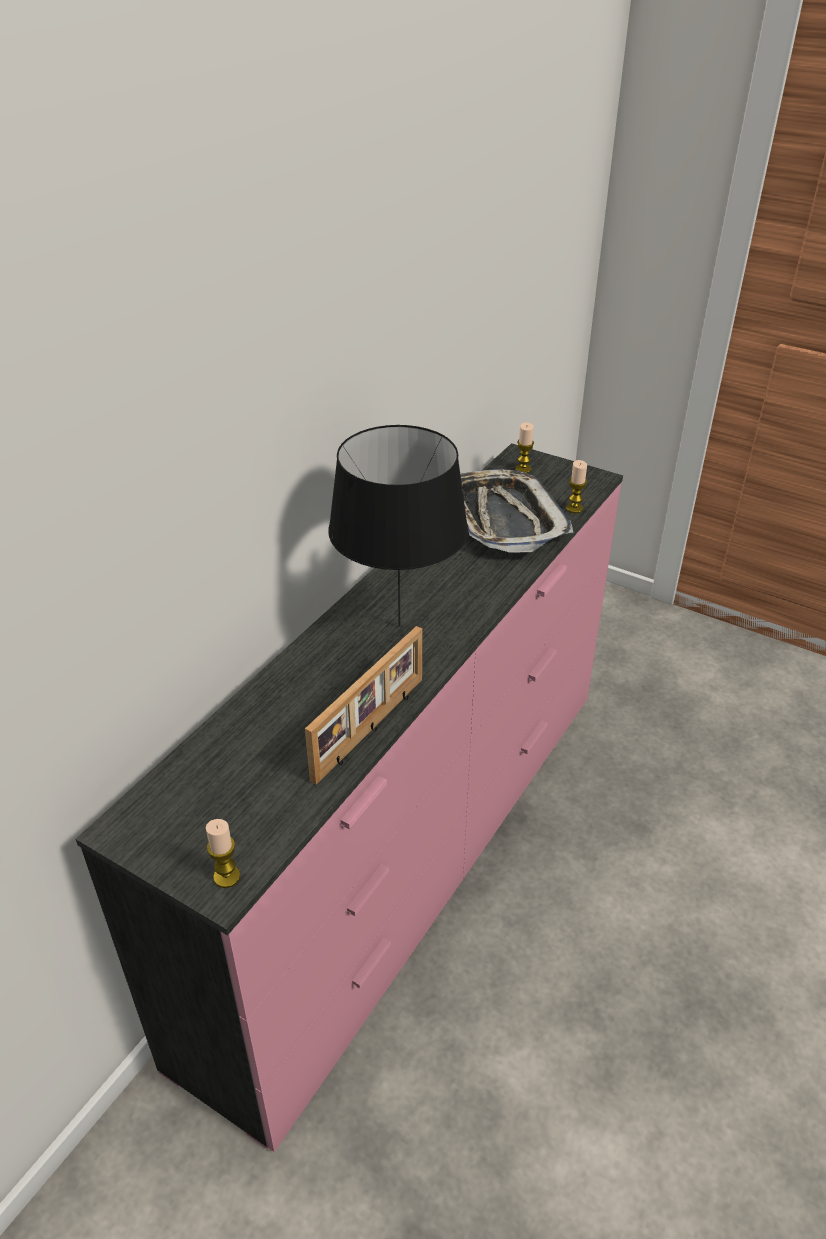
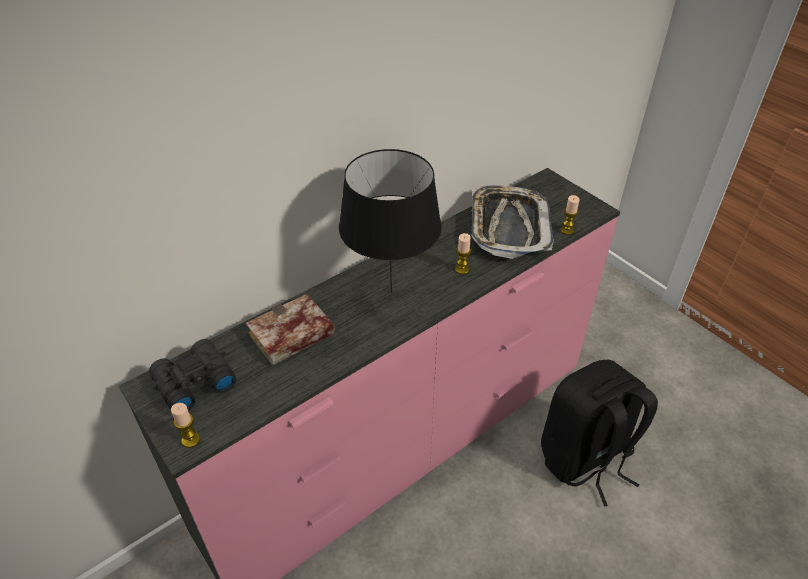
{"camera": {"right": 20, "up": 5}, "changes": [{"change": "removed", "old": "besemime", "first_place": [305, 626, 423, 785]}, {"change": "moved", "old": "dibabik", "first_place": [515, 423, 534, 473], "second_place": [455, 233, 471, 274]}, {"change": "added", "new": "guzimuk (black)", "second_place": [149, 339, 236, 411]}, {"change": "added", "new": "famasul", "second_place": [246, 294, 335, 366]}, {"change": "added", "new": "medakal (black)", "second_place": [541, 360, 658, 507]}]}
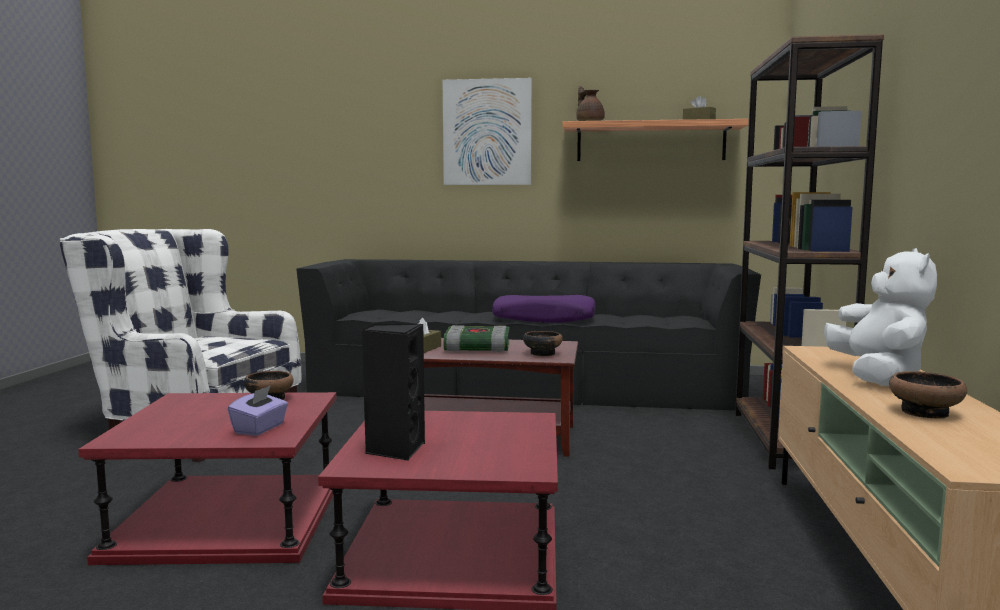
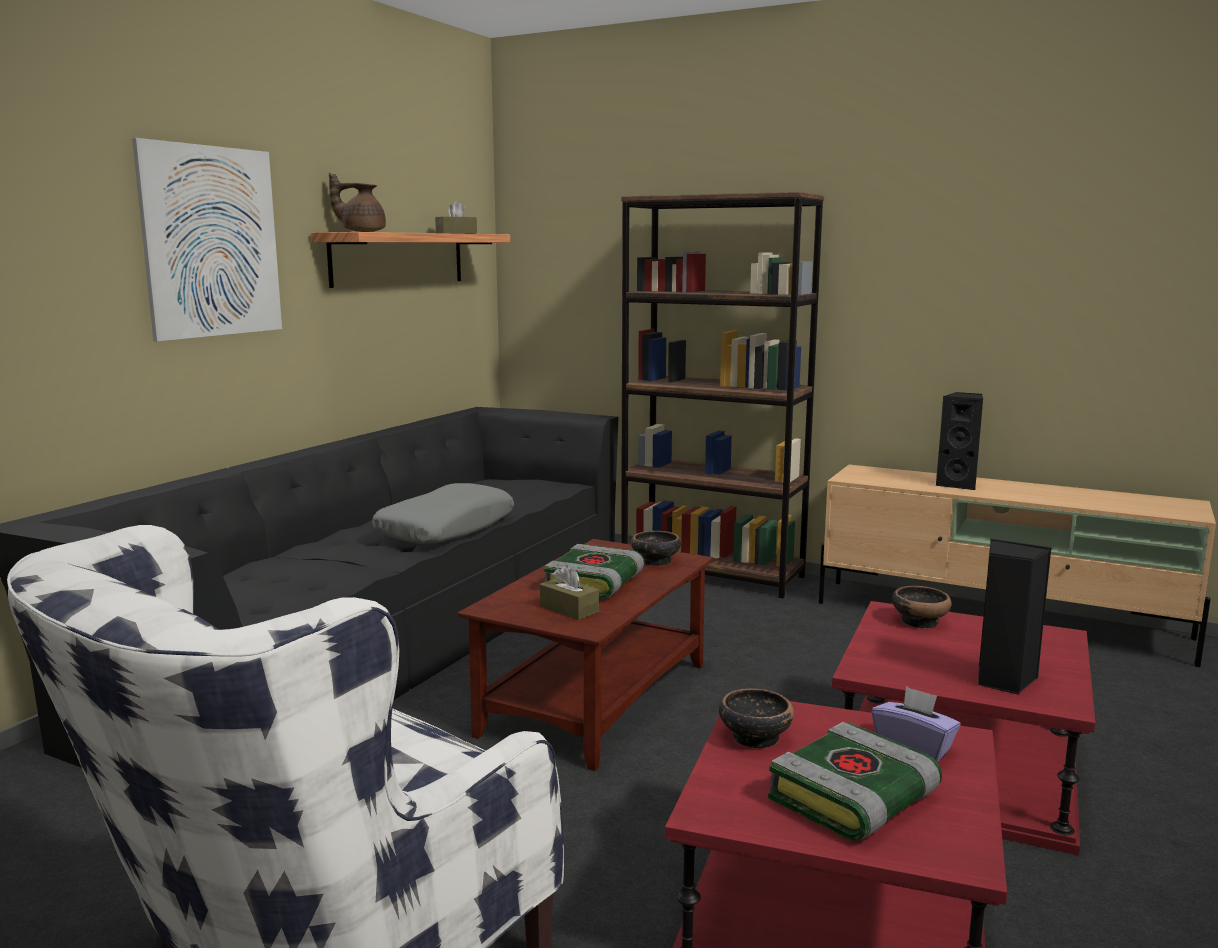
{"camera": {"right": -70, "up": 5}, "changes": [{"change": "recoloured", "old": "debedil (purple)", "new": "debedil (grey)", "first_place": [492, 295, 596, 323], "second_place": [372, 483, 514, 544]}, {"change": "replaced", "old": "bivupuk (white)", "new": "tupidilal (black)", "first_place": [824, 248, 937, 386], "second_place": [936, 392, 983, 490]}, {"change": "moved", "old": "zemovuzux", "first_place": [889, 371, 967, 419], "second_place": [892, 586, 952, 629]}, {"change": "added", "new": "famasul", "second_place": [768, 722, 942, 841]}]}
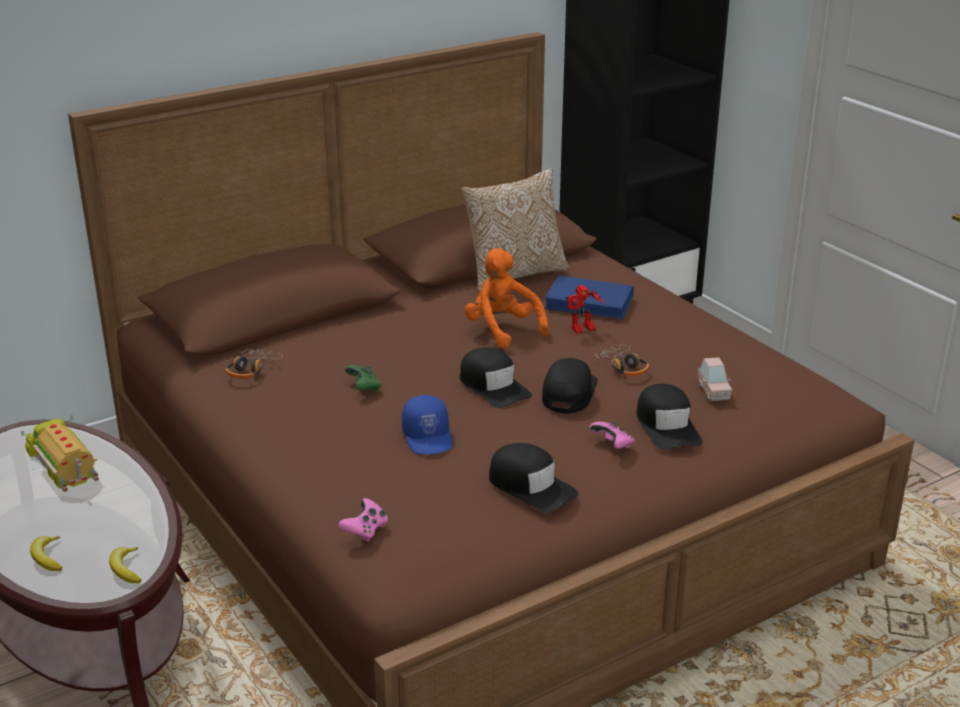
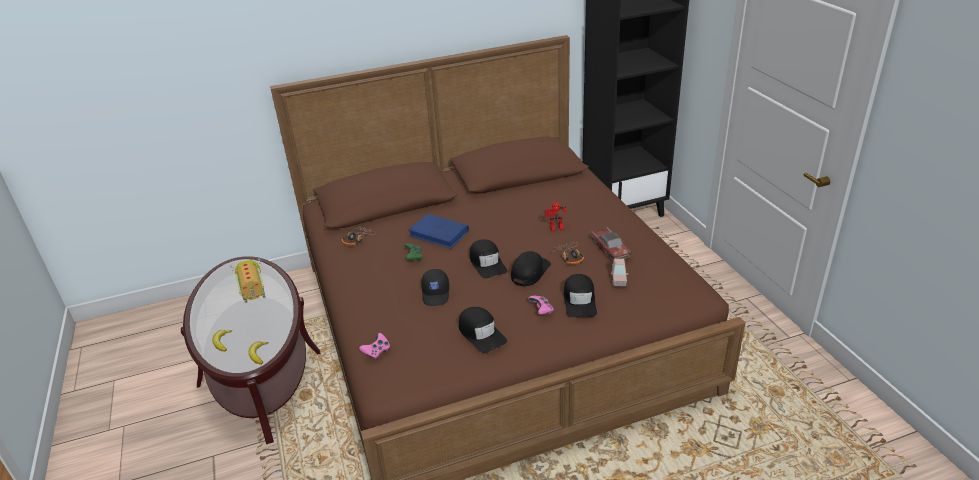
{"camera": {"right": 15, "up": 5}, "changes": [{"change": "recoloured", "old": "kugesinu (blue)", "new": "kugesinu (black)", "first_place": [402, 395, 452, 454], "second_place": [421, 269, 449, 306]}, {"change": "removed", "old": "debedil", "first_place": [462, 168, 569, 292]}, {"change": "removed", "old": "bivupuk (orange)", "first_place": [464, 248, 549, 349]}, {"change": "moved", "old": "famasul (blue)", "first_place": [544, 276, 634, 320], "second_place": [408, 214, 469, 249]}, {"change": "added", "new": "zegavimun", "second_place": [591, 227, 632, 262]}]}
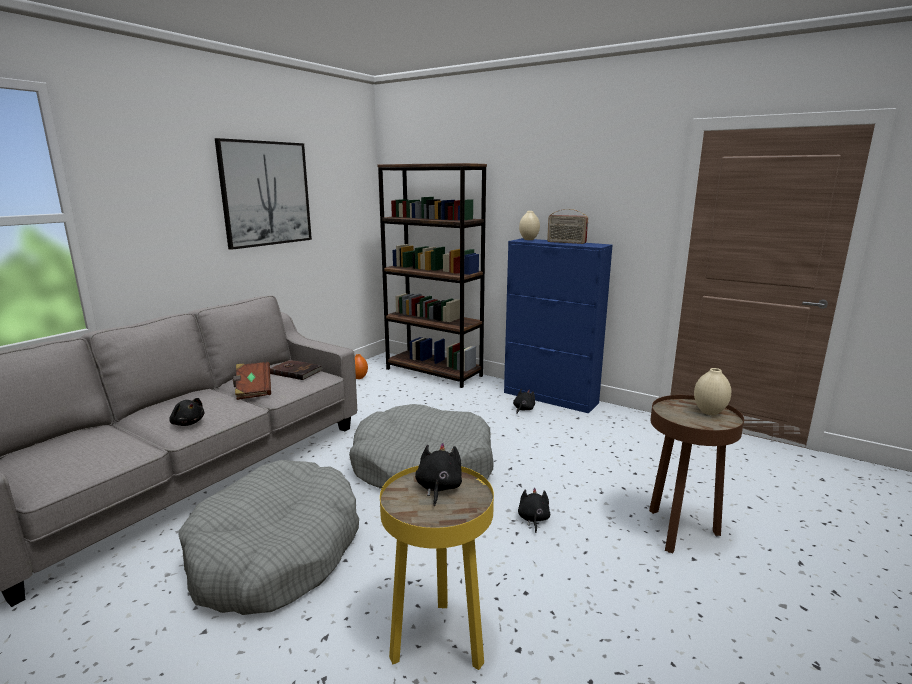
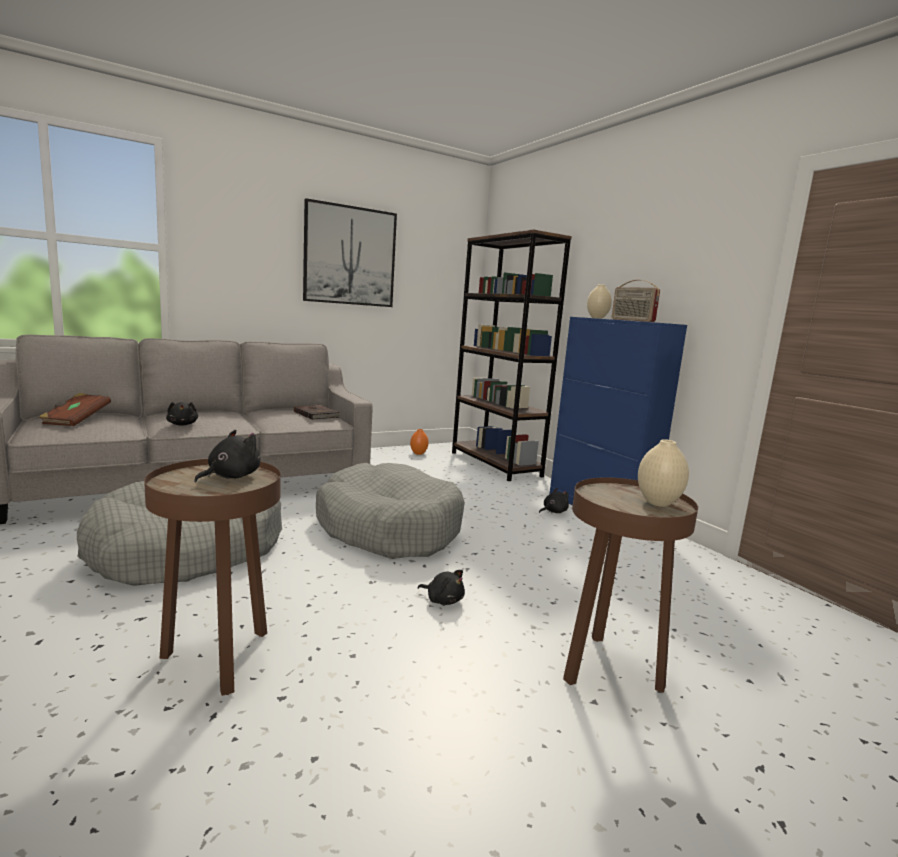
{"camera": {"right": 25, "up": -5}, "changes": [{"change": "moved", "old": "famasul (brown)", "first_place": [233, 362, 271, 400], "second_place": [39, 393, 111, 426]}, {"change": "recoloured", "old": "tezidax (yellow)", "new": "tezidax (brown)", "first_place": [380, 466, 494, 670], "second_place": [144, 459, 281, 696]}, {"change": "turned", "old": "bivupuk (black)", "first_place": [518, 488, 550, 533], "second_place": [418, 570, 465, 605], "degrees": 90}]}
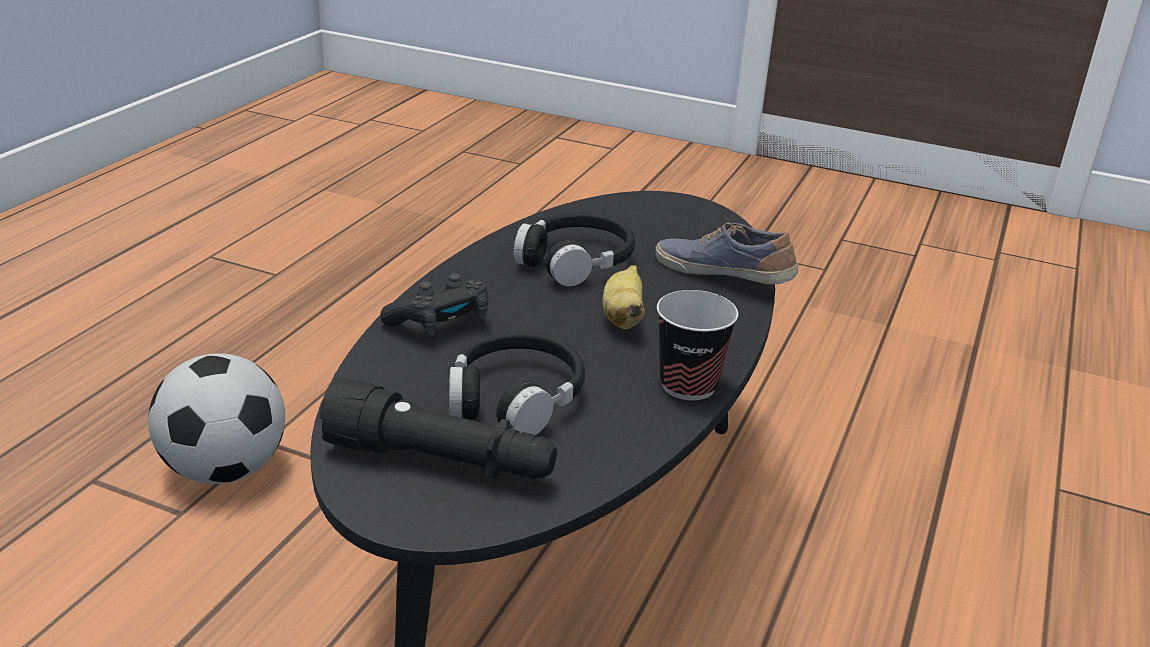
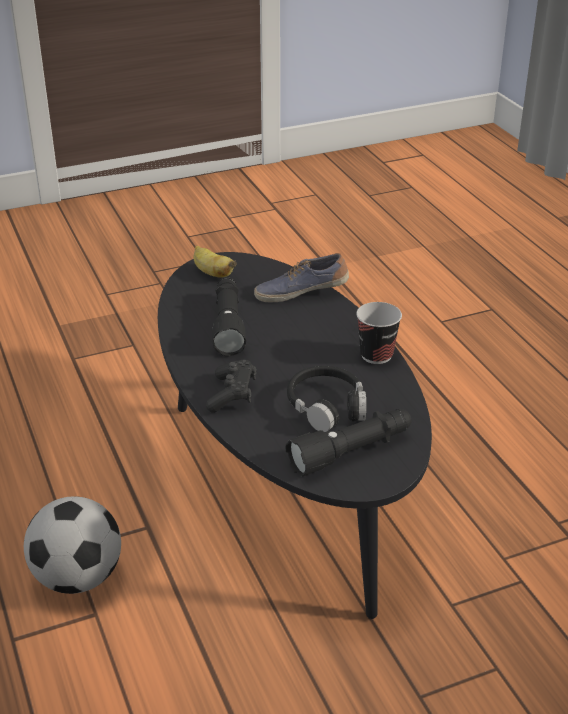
{"camera": {"right": -45, "up": 5}, "changes": [{"change": "replaced", "old": "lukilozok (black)", "new": "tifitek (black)", "first_place": [514, 212, 635, 287], "second_place": [212, 277, 246, 356]}, {"change": "moved", "old": "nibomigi", "first_place": [602, 265, 645, 329], "second_place": [193, 245, 237, 278]}]}
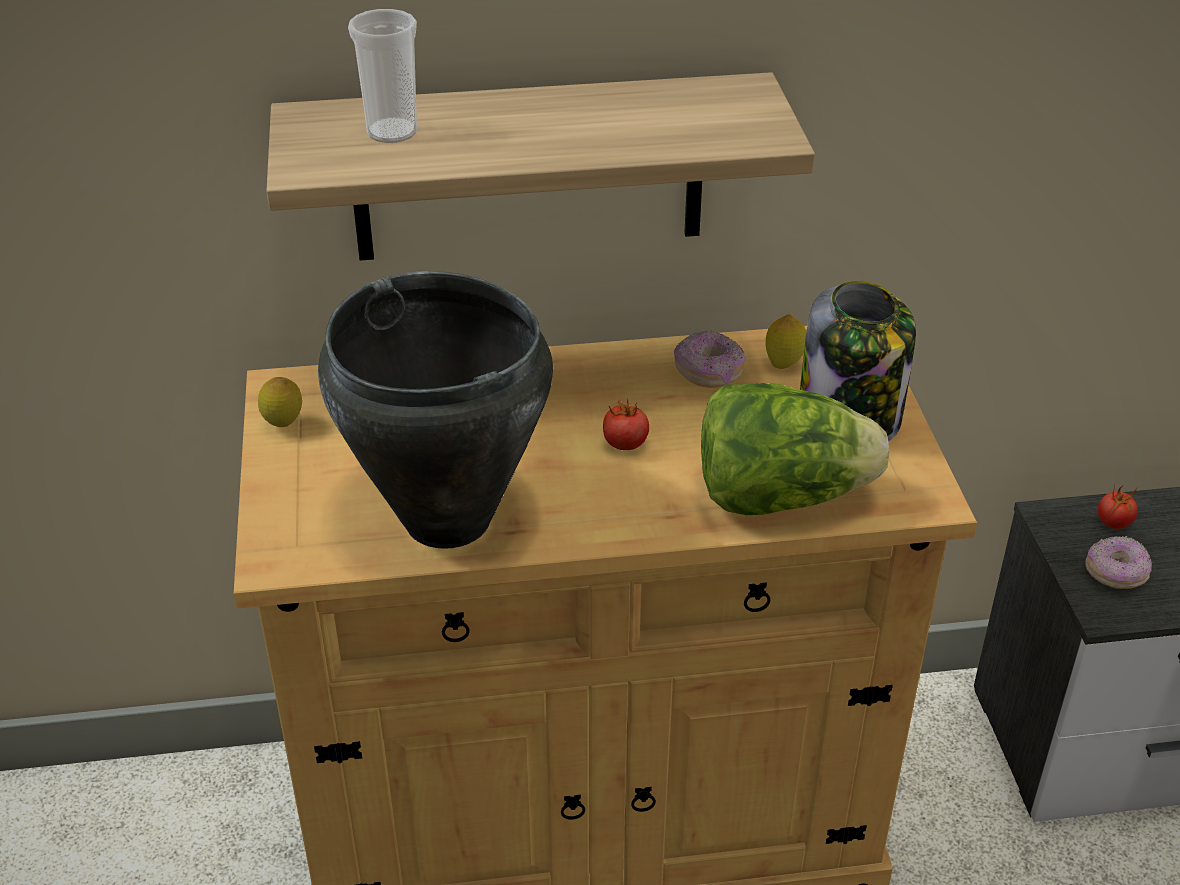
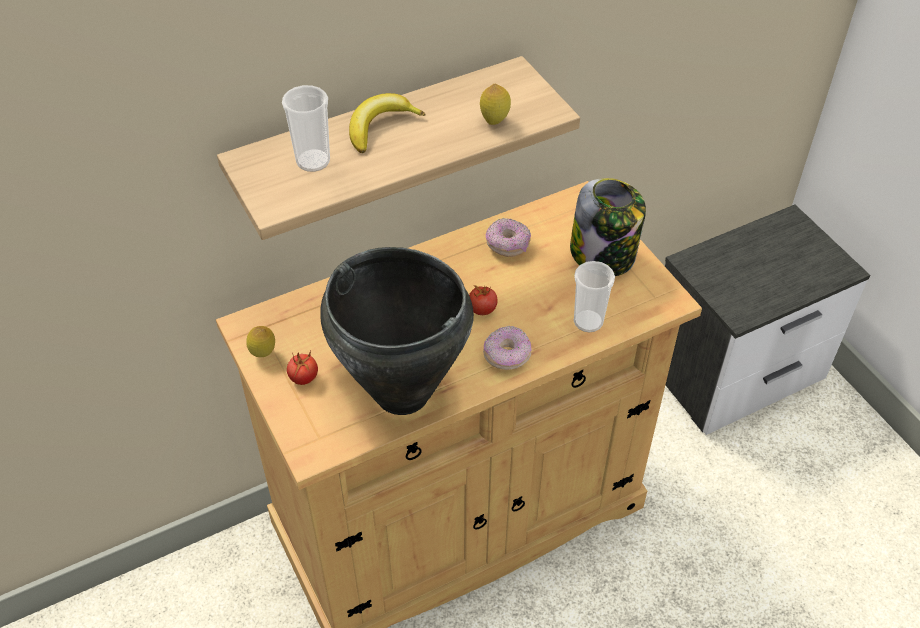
{"camera": {"right": -20, "up": 10}, "changes": [{"change": "replaced", "old": "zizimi", "new": "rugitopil", "first_place": [701, 383, 889, 515], "second_place": [574, 261, 615, 332]}, {"change": "moved", "old": "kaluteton", "first_place": [765, 314, 806, 369], "second_place": [480, 84, 511, 125]}, {"change": "moved", "old": "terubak", "first_place": [1086, 536, 1152, 589], "second_place": [483, 325, 532, 370]}, {"change": "moved", "old": "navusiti", "first_place": [1098, 484, 1138, 529], "second_place": [287, 351, 318, 385]}, {"change": "added", "new": "nibomigi", "second_place": [349, 93, 426, 153]}]}
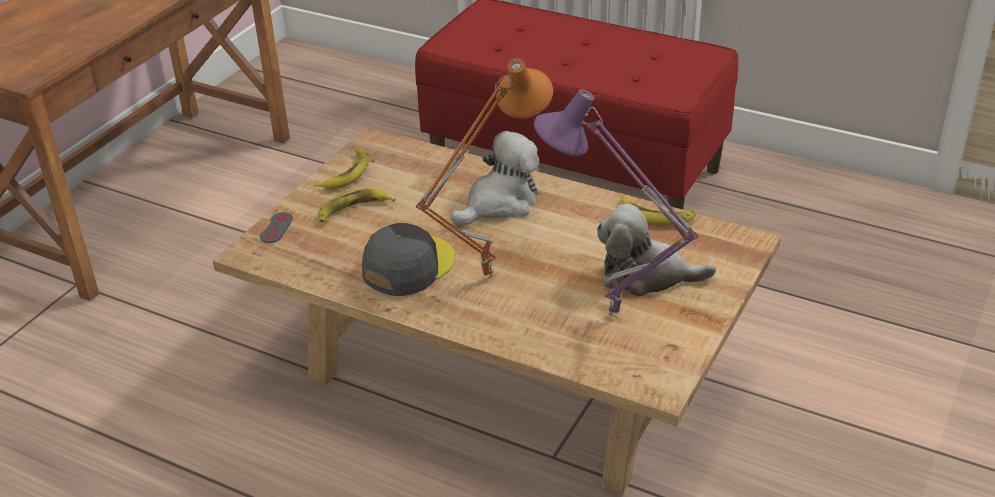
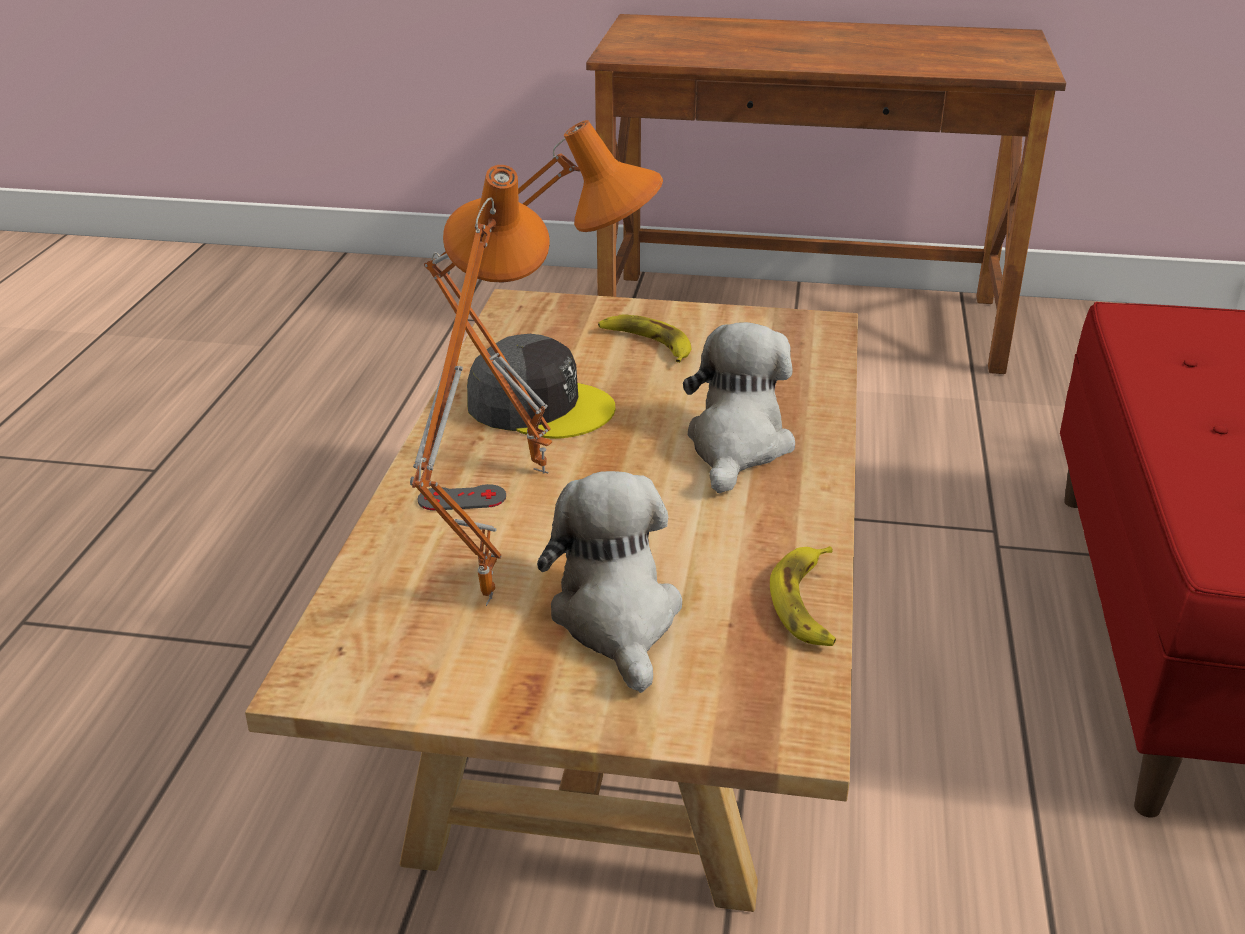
{"camera": {"right": 70, "up": -5}, "changes": [{"change": "moved", "old": "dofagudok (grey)", "first_place": [260, 212, 293, 243], "second_place": [418, 484, 506, 511]}, {"change": "removed", "old": "nibomigi", "first_place": [315, 147, 370, 189]}, {"change": "turned", "old": "bivupuk", "first_place": [450, 131, 539, 226], "second_place": [683, 322, 795, 494], "degrees": -105}, {"change": "recoloured", "old": "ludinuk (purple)", "new": "ludinuk (orange)", "first_place": [534, 89, 699, 318], "second_place": [410, 165, 550, 606]}]}
